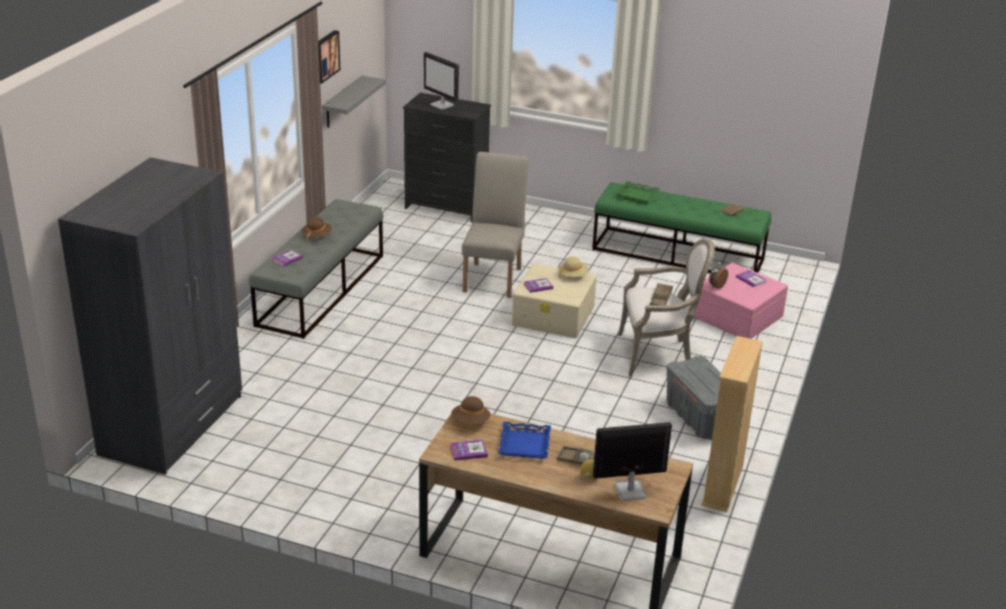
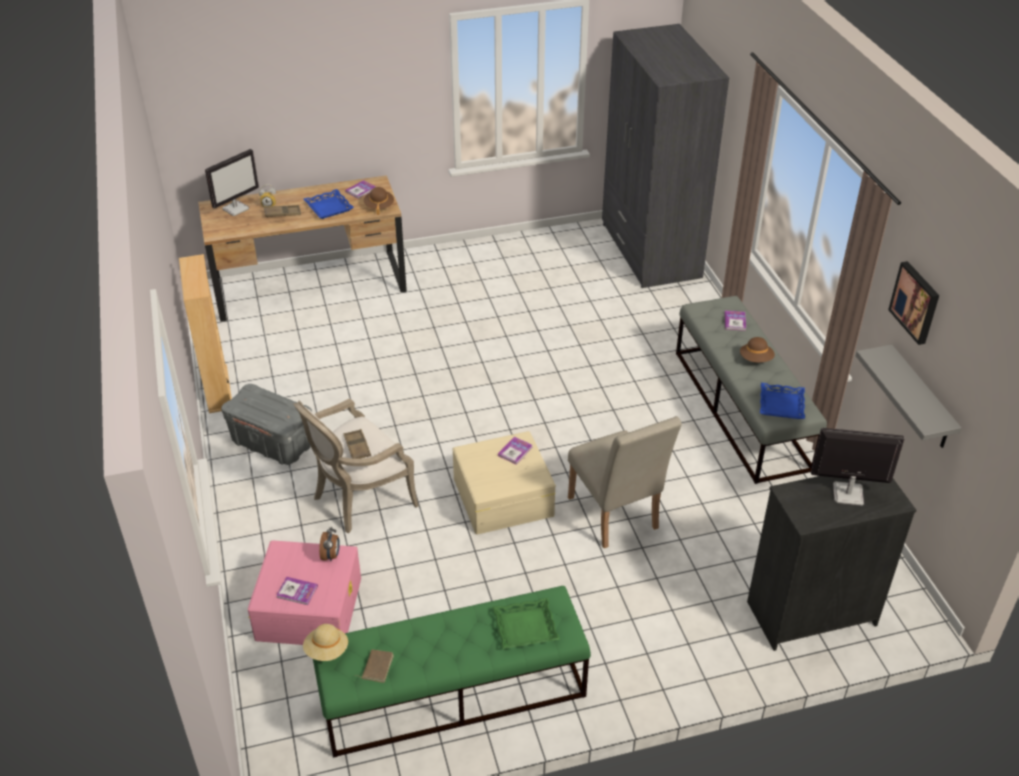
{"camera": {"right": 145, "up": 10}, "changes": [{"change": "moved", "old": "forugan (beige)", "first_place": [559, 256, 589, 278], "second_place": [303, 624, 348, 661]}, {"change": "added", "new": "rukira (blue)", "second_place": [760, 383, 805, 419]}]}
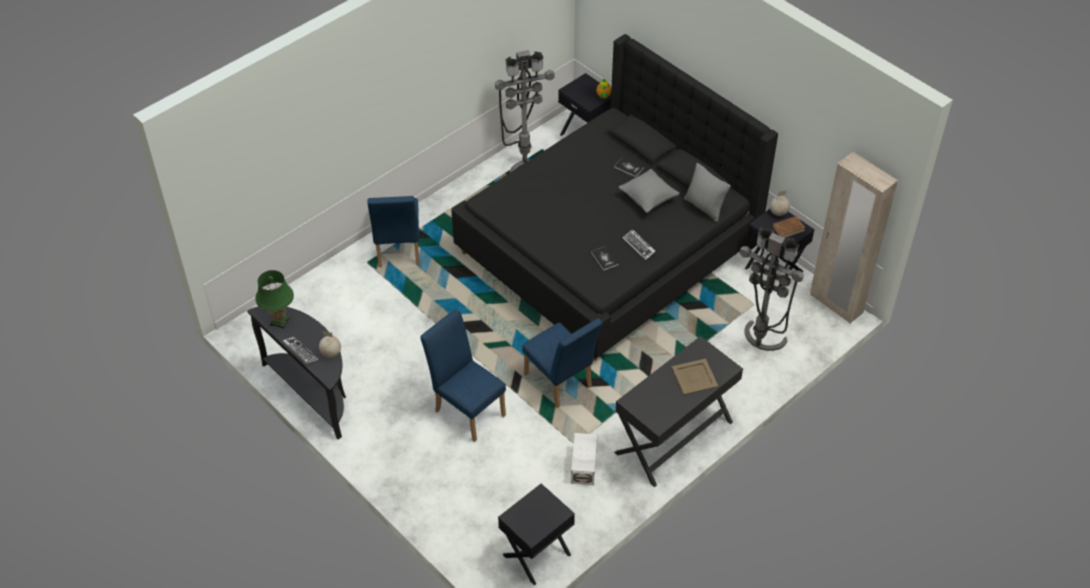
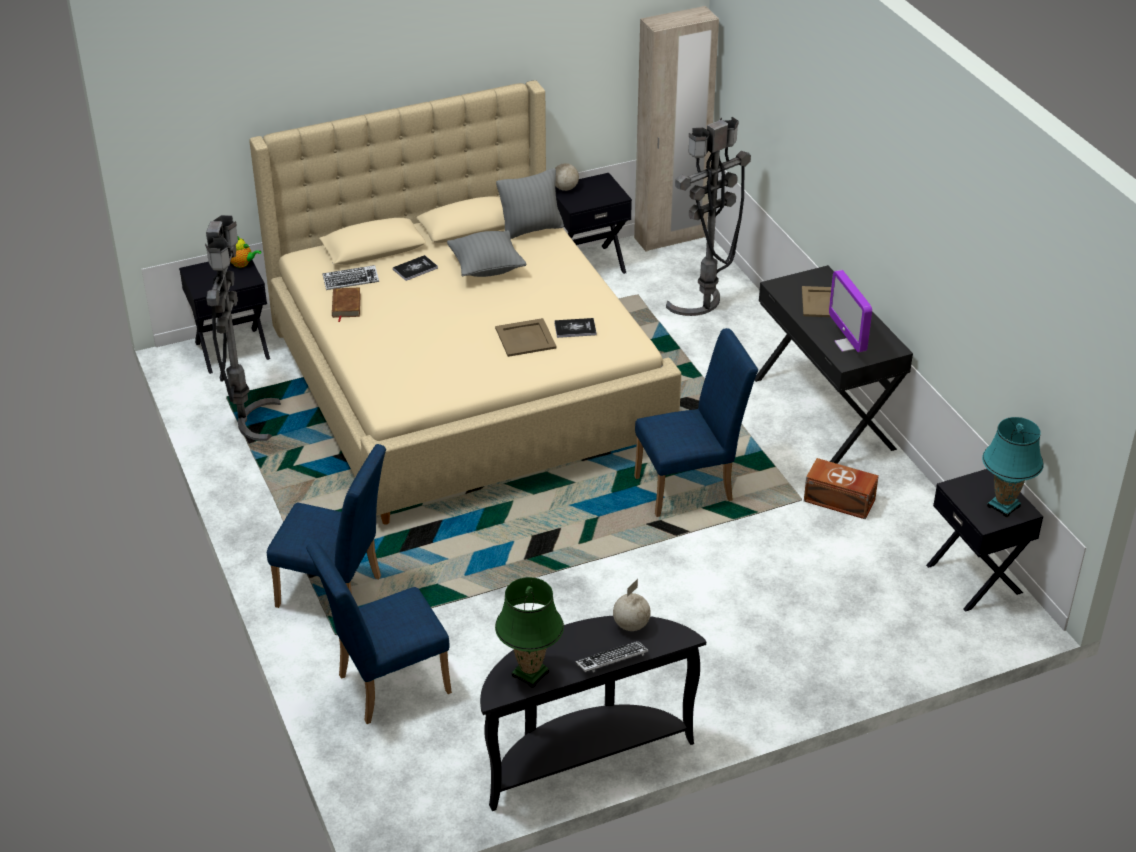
{"camera": {"right": -70, "up": -10}, "changes": [{"change": "moved", "old": "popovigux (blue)", "first_place": [420, 309, 506, 442], "second_place": [306, 542, 452, 724]}, {"change": "recoloured", "old": "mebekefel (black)", "new": "mebekefel (beige)", "first_place": [451, 34, 778, 361], "second_place": [249, 80, 681, 525]}, {"change": "recoloured", "old": "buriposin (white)", "new": "buriposin (brown)", "first_place": [571, 433, 597, 485], "second_place": [804, 458, 879, 519]}, {"change": "moved", "old": "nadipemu", "first_place": [623, 229, 656, 260], "second_place": [322, 265, 379, 290]}, {"change": "moved", "old": "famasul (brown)", "first_place": [772, 216, 806, 238], "second_place": [332, 288, 361, 322]}, {"change": "added", "new": "rukira (beige)", "second_place": [495, 318, 557, 357]}, {"change": "added", "new": "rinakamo", "second_place": [829, 270, 872, 352]}, {"change": "added", "new": "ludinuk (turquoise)", "second_place": [982, 417, 1044, 518]}]}
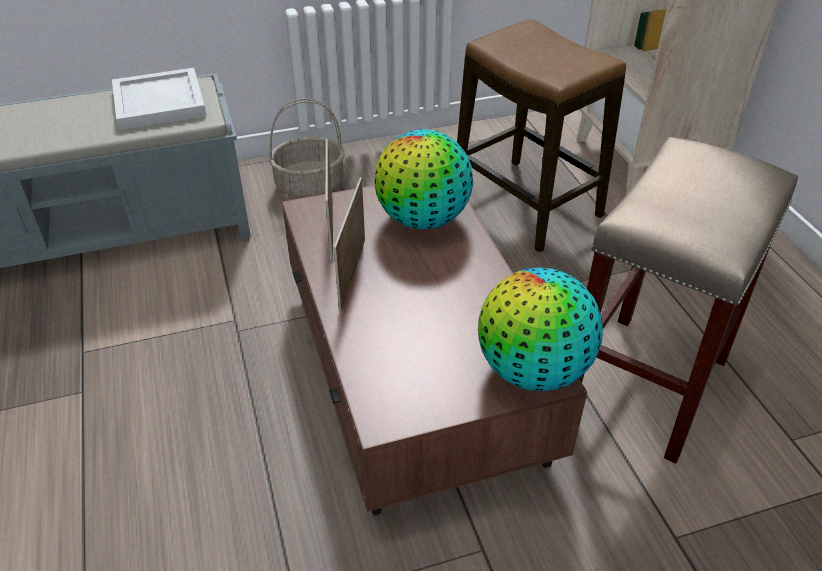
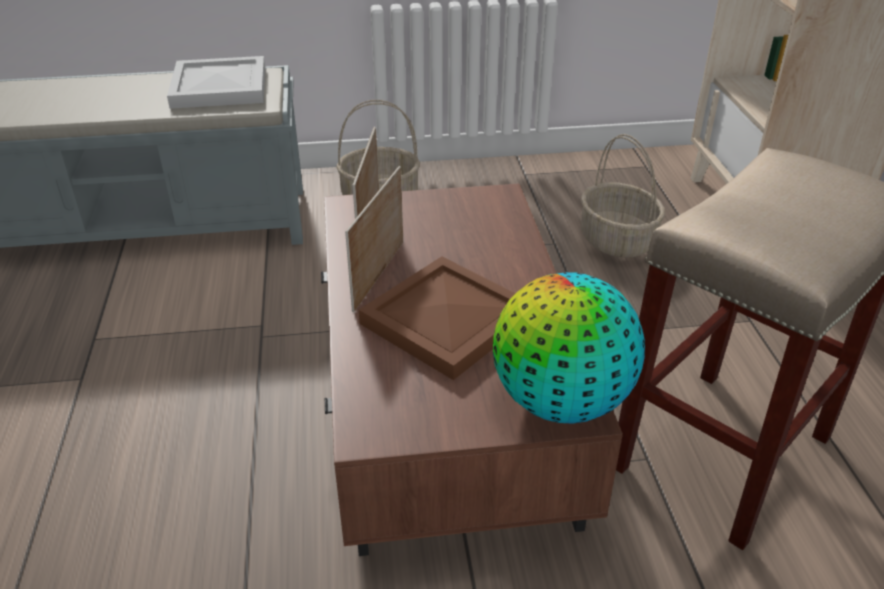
{"camera": {"right": 10, "up": -5}, "changes": [{"change": "removed", "old": "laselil", "first_place": [374, 129, 473, 229]}, {"change": "replaced", "old": "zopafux", "new": "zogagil", "first_place": [457, 19, 626, 252], "second_place": [581, 134, 665, 258]}, {"change": "added", "new": "rukira (brown)", "second_place": [359, 256, 515, 380]}]}
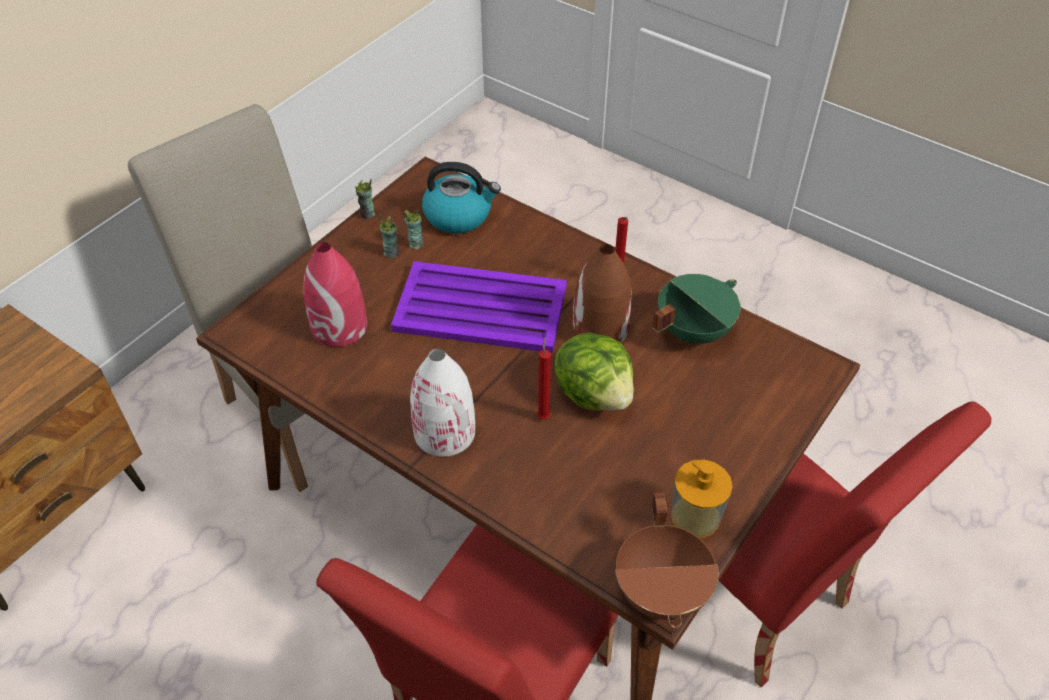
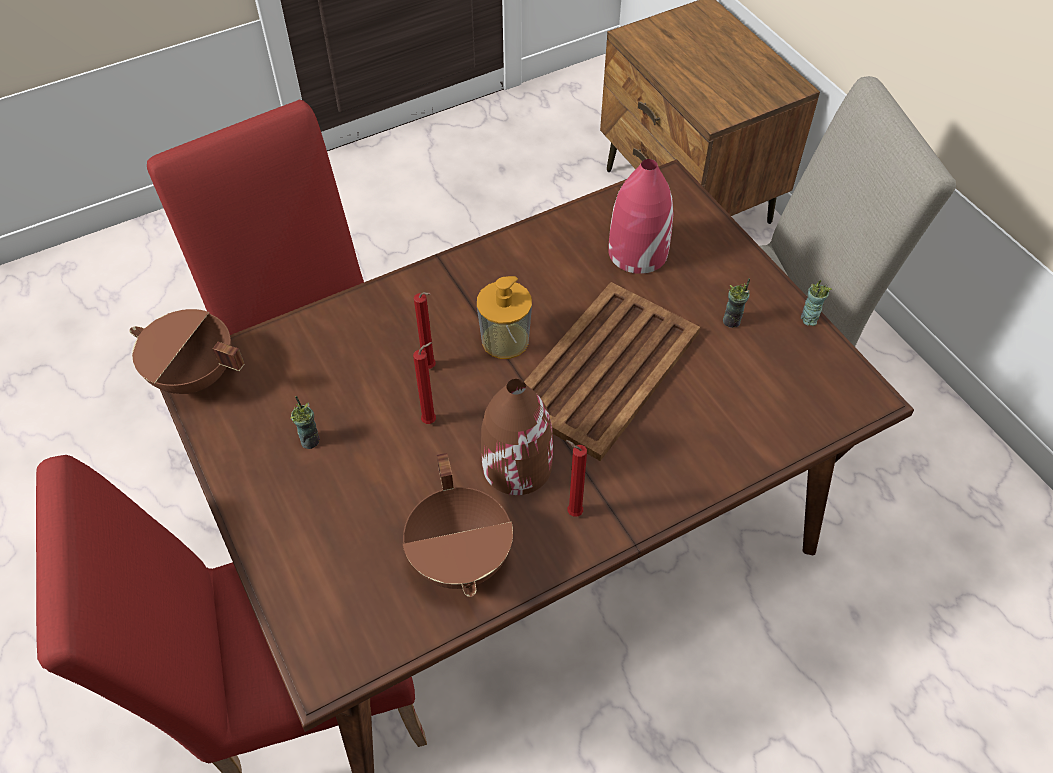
{"camera": {"right": 115, "up": 5}, "changes": [{"change": "recoloured", "old": "rukira (purple)", "new": "rukira (brown)", "first_place": [391, 261, 567, 353], "second_place": [524, 282, 700, 461]}, {"change": "moved", "old": "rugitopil", "first_place": [404, 210, 424, 250], "second_place": [290, 396, 320, 449]}, {"change": "removed", "old": "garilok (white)", "first_place": [410, 349, 475, 457]}, {"change": "removed", "old": "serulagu", "first_place": [422, 162, 501, 234]}, {"change": "replaced", "old": "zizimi", "new": "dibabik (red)", "first_place": [555, 332, 634, 410], "second_place": [413, 342, 436, 424]}, {"change": "recoloured", "old": "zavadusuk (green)", "new": "zavadusuk (brown)", "first_place": [652, 274, 741, 344], "second_place": [403, 453, 513, 597]}, {"change": "moved", "old": "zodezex", "first_place": [671, 460, 733, 538], "second_place": [477, 276, 532, 359]}]}
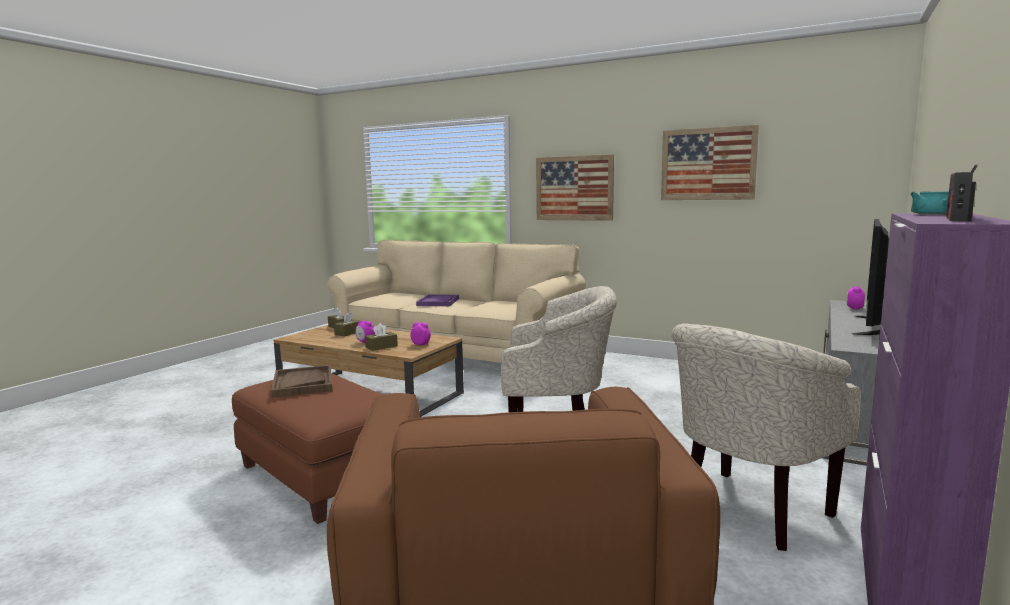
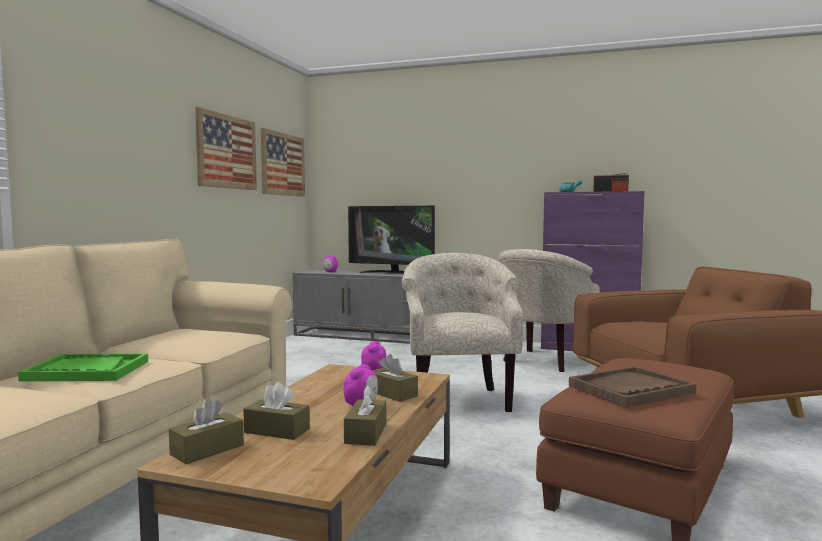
{"camera": {"right": -100, "up": -5}, "changes": [{"change": "recoloured", "old": "rukira (purple)", "new": "rukira (green)", "first_place": [416, 294, 459, 306], "second_place": [18, 353, 148, 382]}, {"change": "moved", "old": "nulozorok", "first_place": [536, 154, 614, 221], "second_place": [261, 128, 305, 197]}, {"change": "turned", "old": "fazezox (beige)", "first_place": [672, 324, 861, 551], "second_place": [499, 249, 600, 372], "degrees": 90}, {"change": "added", "new": "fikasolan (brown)", "second_place": [344, 385, 386, 446]}]}
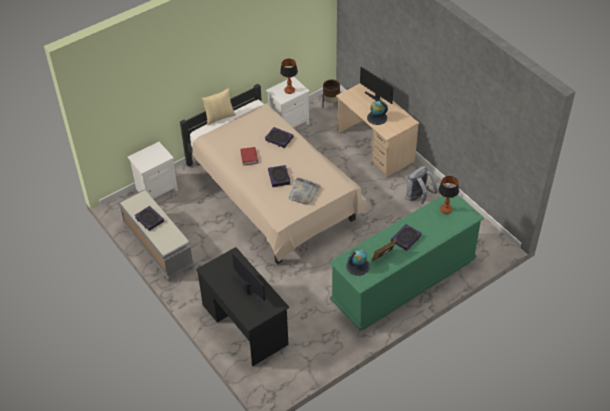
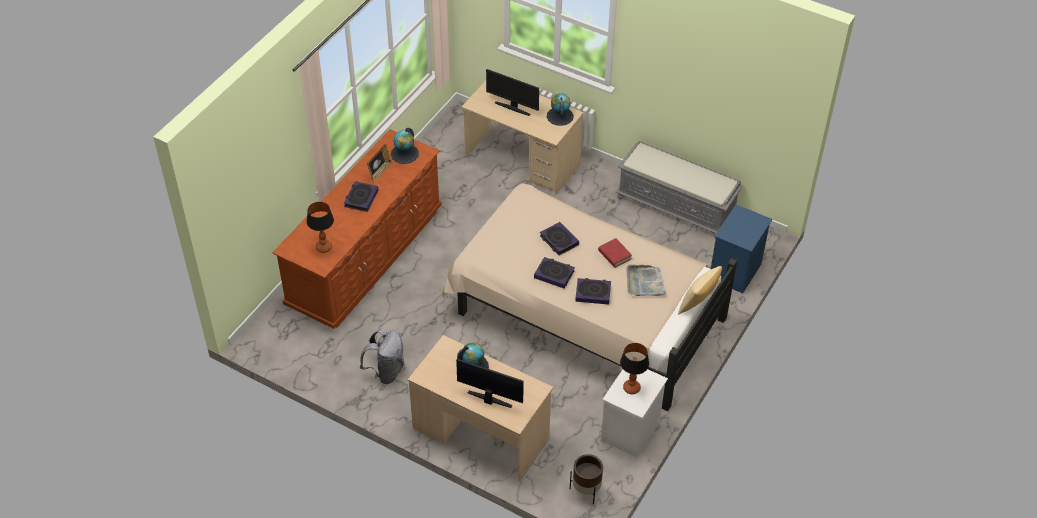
{"camera": {"right": 155, "up": 0}, "changes": [{"change": "recoloured", "old": "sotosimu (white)", "new": "sotosimu (blue)", "first_place": [128, 142, 178, 199], "second_place": [711, 205, 772, 293]}, {"change": "moved", "old": "famasul", "first_place": [135, 206, 164, 231], "second_place": [534, 257, 575, 289]}, {"change": "recoloured", "old": "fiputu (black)", "new": "fiputu (beige)", "first_place": [196, 247, 289, 366], "second_place": [462, 80, 584, 195]}, {"change": "moved", "old": "rukira (grey)", "first_place": [288, 178, 320, 205], "second_place": [626, 265, 666, 296]}, {"change": "recoloured", "old": "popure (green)", "new": "popure (brown)", "first_place": [329, 195, 484, 331], "second_place": [272, 129, 442, 329]}, {"change": "added", "new": "laselil", "second_place": [547, 93, 574, 126]}]}
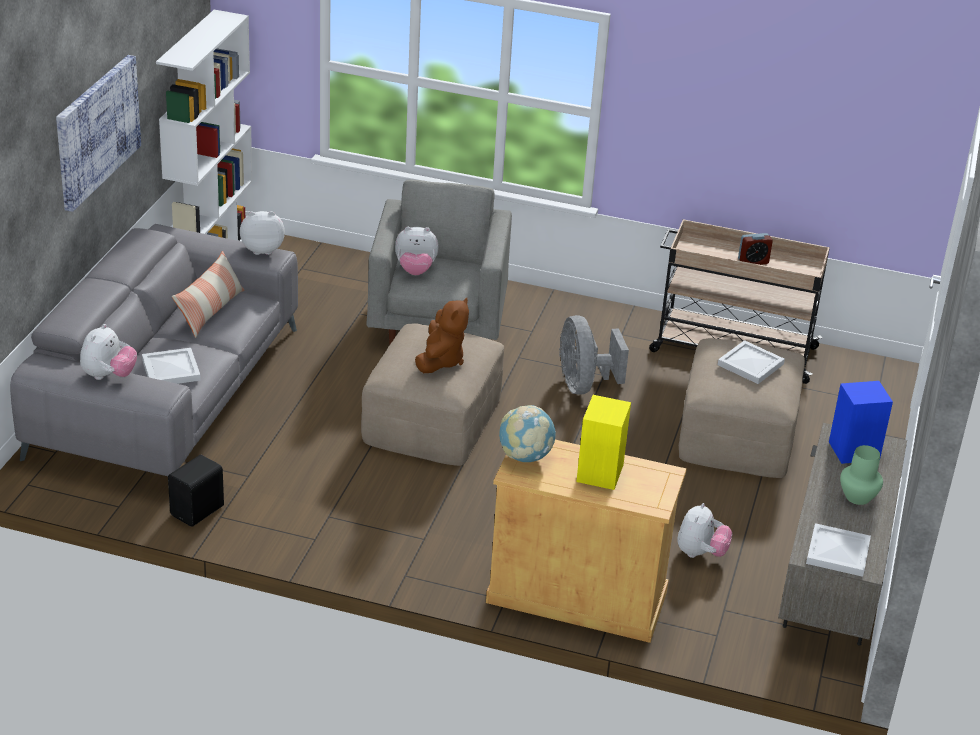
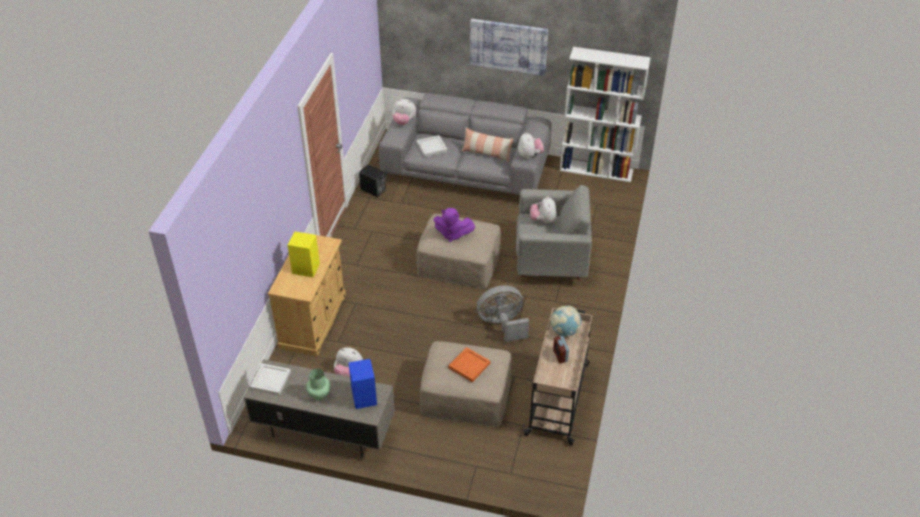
{"camera": {"right": 90, "up": 10}, "changes": [{"change": "recoloured", "old": "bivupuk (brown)", "new": "bivupuk (purple)", "first_place": [415, 297, 469, 373], "second_place": [433, 208, 475, 242]}, {"change": "moved", "old": "laselil", "first_place": [499, 405, 556, 462], "second_place": [550, 306, 581, 336]}, {"change": "recoloured", "old": "rukira (white)", "new": "rukira (orange)", "first_place": [718, 340, 785, 384], "second_place": [448, 347, 490, 382]}]}
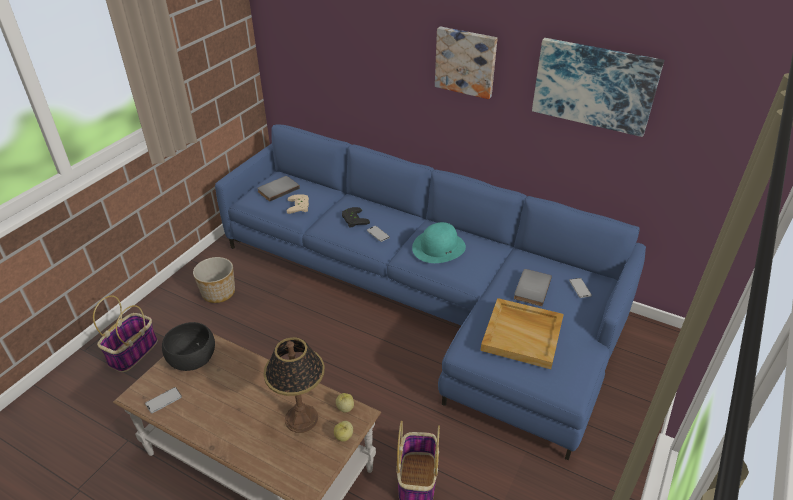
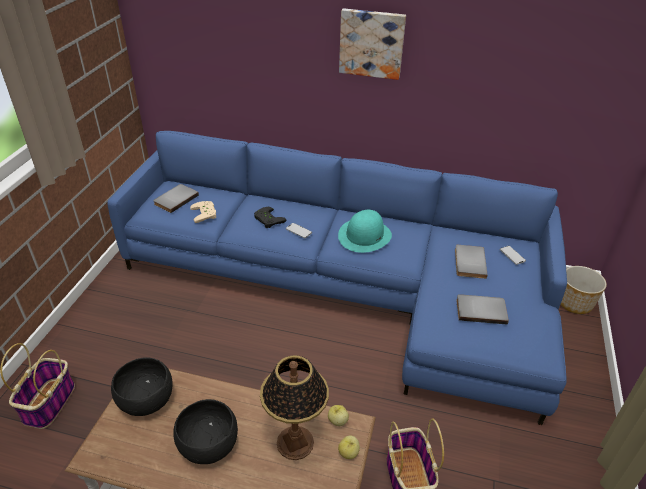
{"camera": {"right": -15, "up": 0}, "changes": [{"change": "removed", "old": "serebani", "first_place": [145, 387, 182, 414]}, {"change": "moved", "old": "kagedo", "first_place": [193, 257, 235, 303], "second_place": [560, 266, 607, 314]}, {"change": "replaced", "old": "rukira (beige)", "new": "famasul (grey)", "first_place": [480, 298, 564, 369], "second_place": [456, 294, 509, 325]}, {"change": "removed", "old": "nulozorok", "first_place": [532, 38, 664, 137]}, {"change": "added", "new": "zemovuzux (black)", "second_place": [173, 399, 238, 464]}]}
